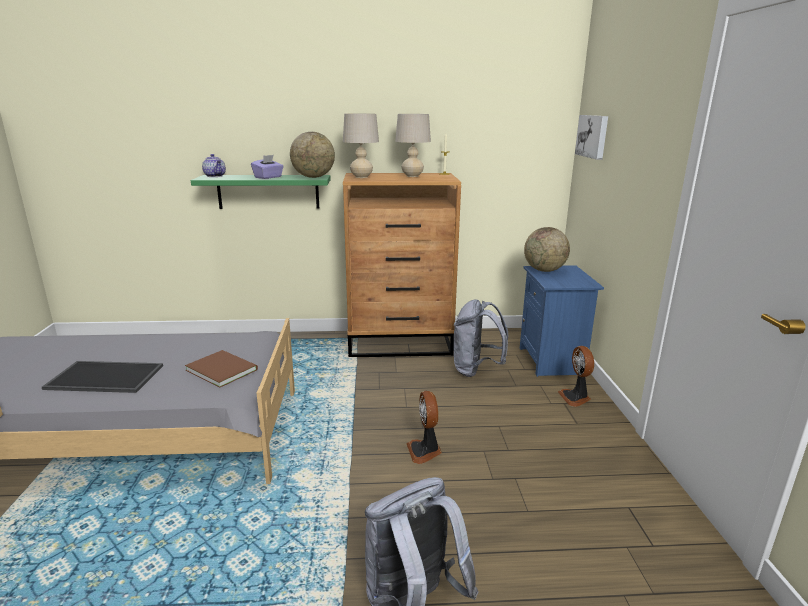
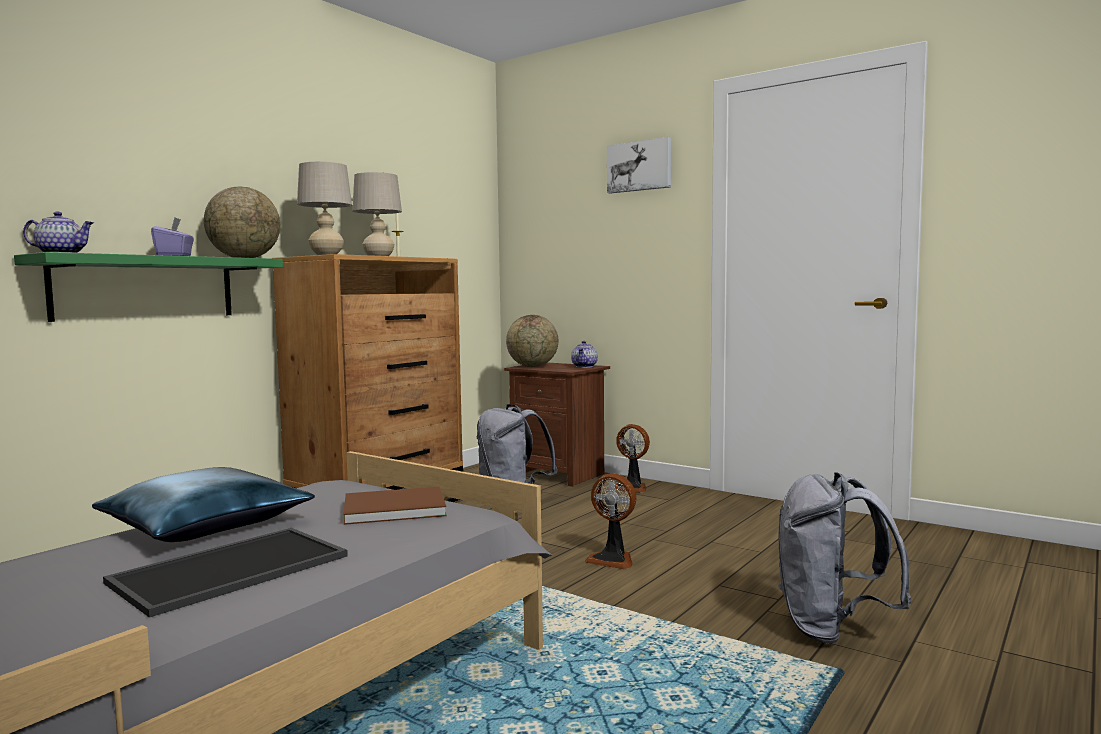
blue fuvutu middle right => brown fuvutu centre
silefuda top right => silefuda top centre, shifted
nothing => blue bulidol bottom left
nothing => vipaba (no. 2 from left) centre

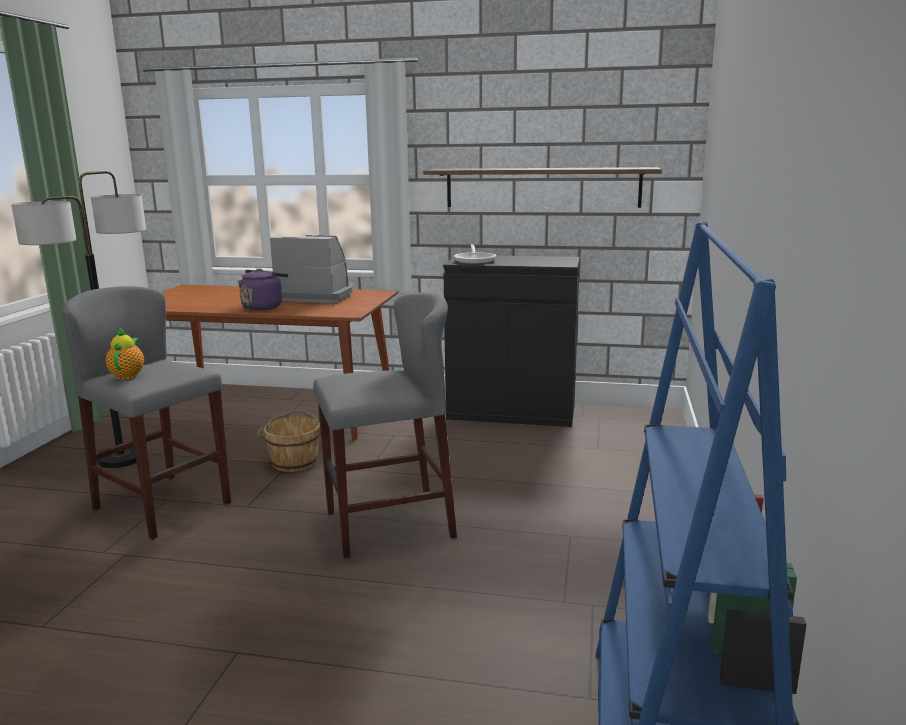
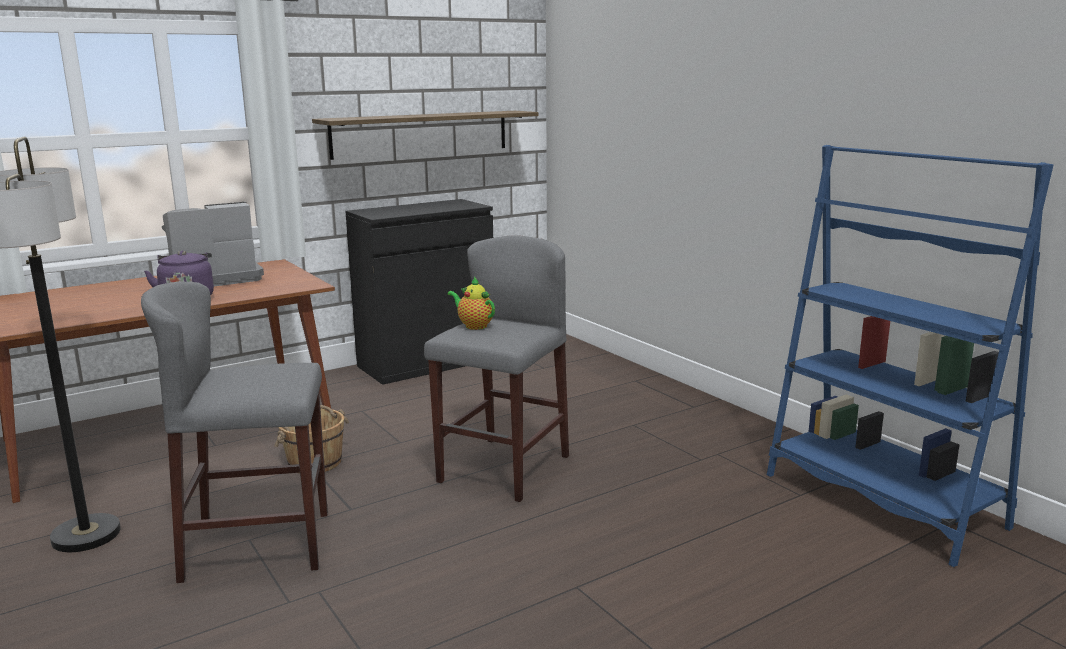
vipaba middle left => vipaba centre, shifted
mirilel centre => nothing

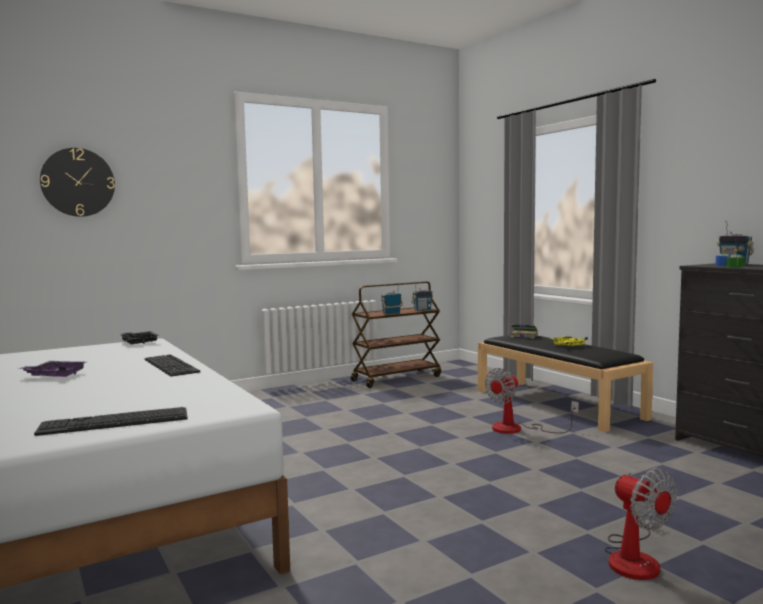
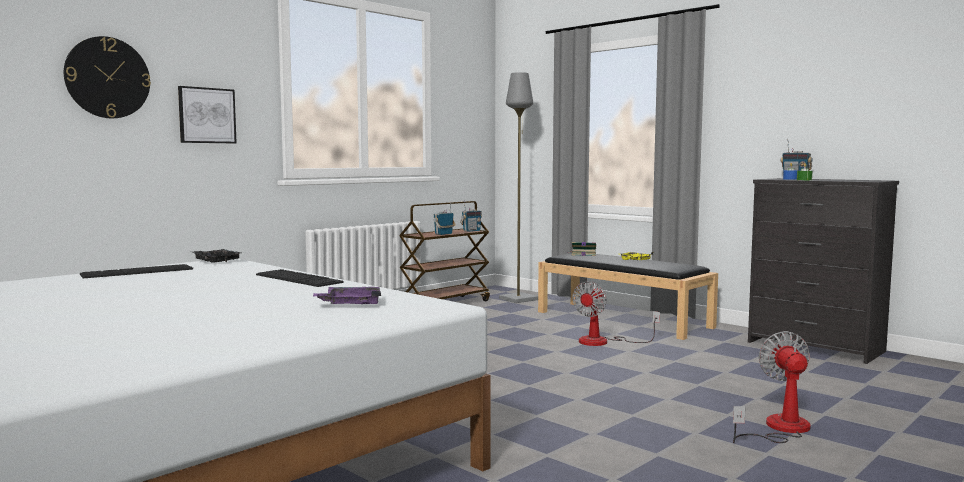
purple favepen middle left => purple favepen centre, shifted
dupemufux (no. 1 from left) bottom left => dupemufux (no. 1 from left) middle left, shifted
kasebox (no. 2 from left) bottom right, 135 degrees counterclockwise
nothing => silefuda top left
nothing => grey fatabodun centre

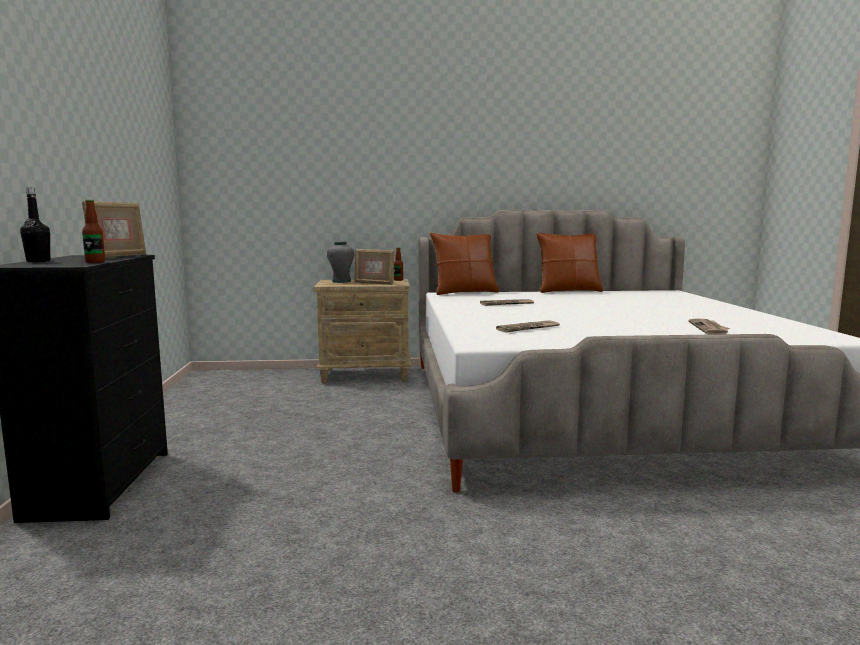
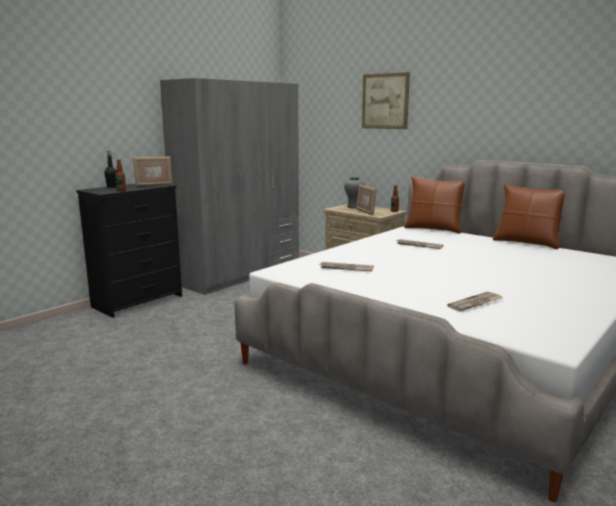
nothing => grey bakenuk centre
nothing => silefuda top centre

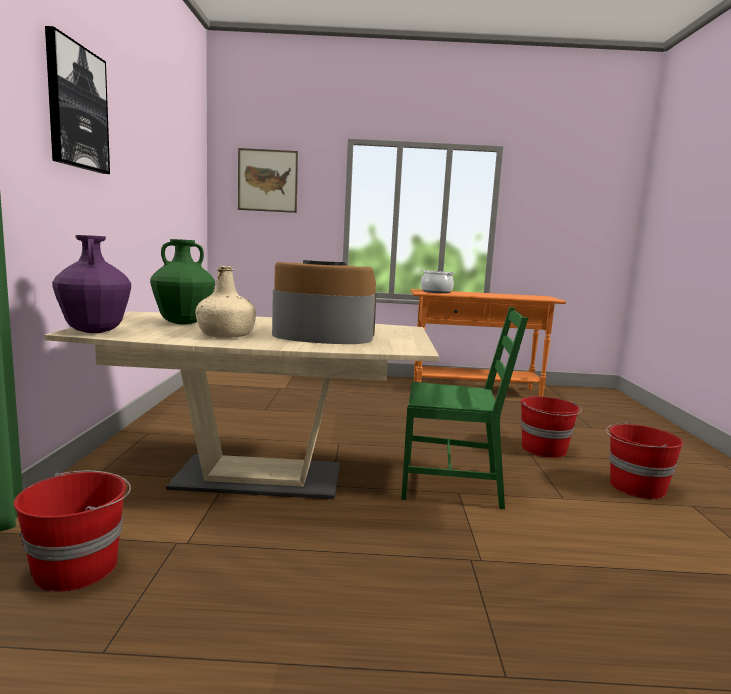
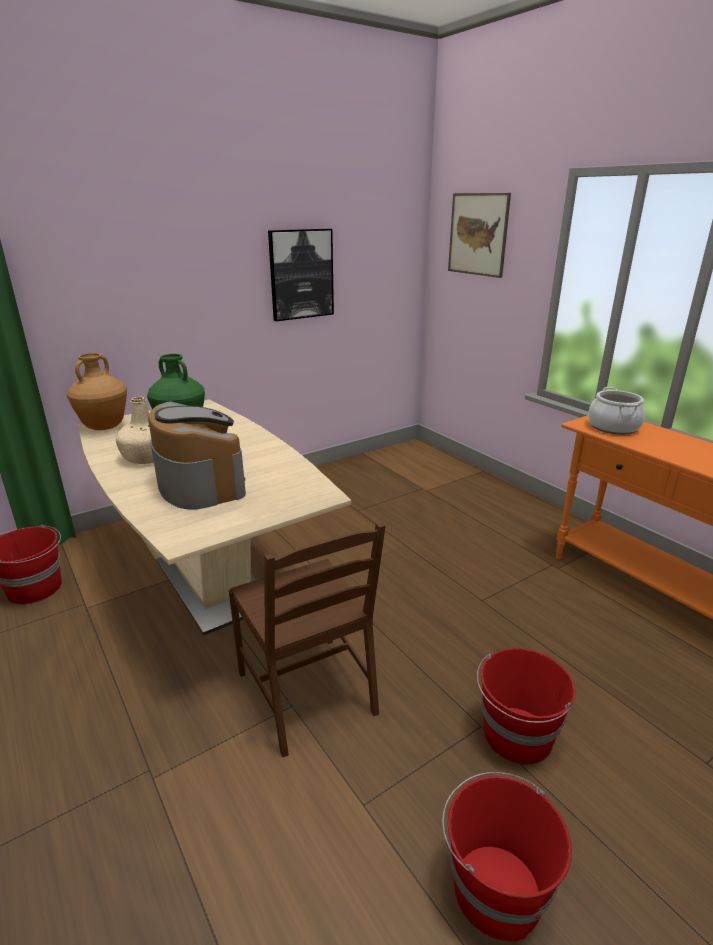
silefuda (no. 1 from left) top left => silefuda (no. 1 from left) top centre, shifted
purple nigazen middle left => brown nigazen middle left
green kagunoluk centre => brown kagunoluk bottom centre

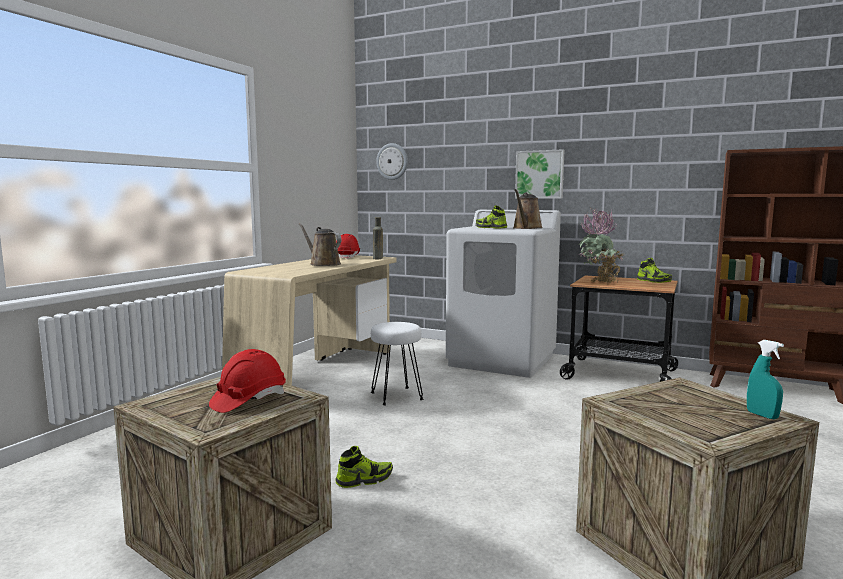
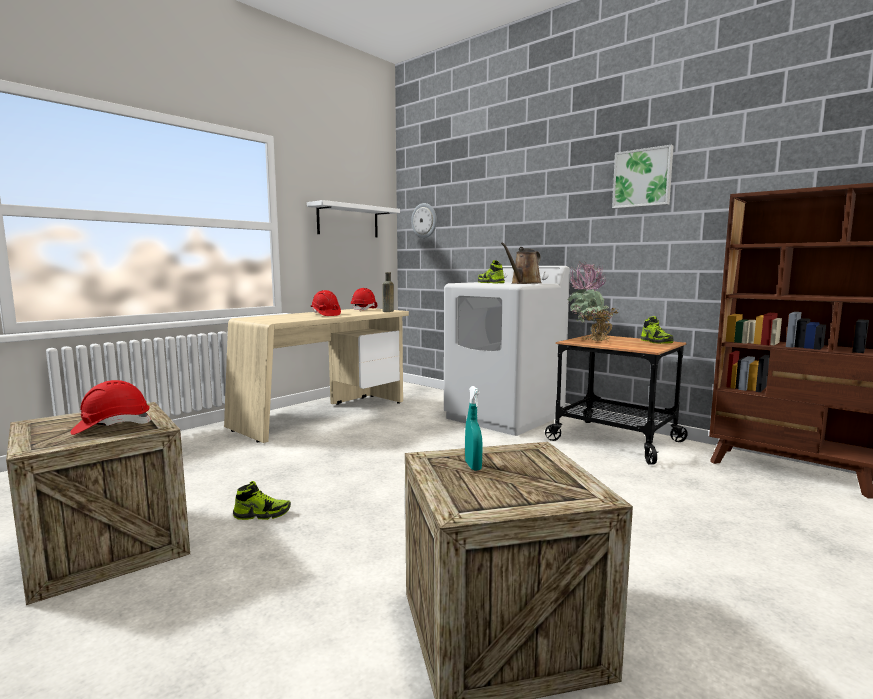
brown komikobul (no. 1 from left) centre => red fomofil (no. 2 from left) centre
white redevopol centre => nothing
silefuda top centre => silefuda top right, shifted
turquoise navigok middle right => turquoise navigok centre, shifted
nothing => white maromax top centre

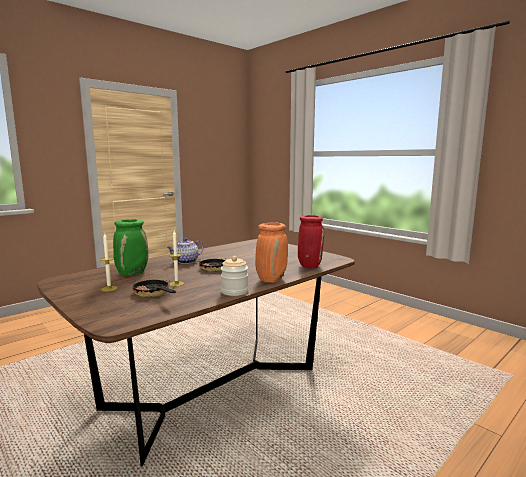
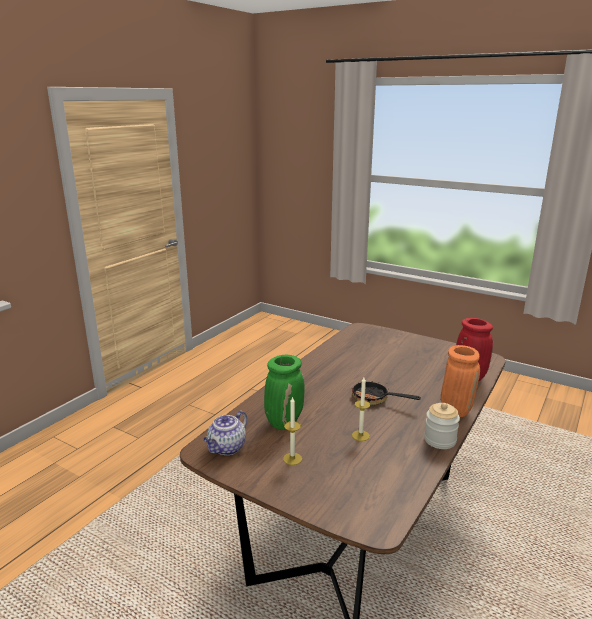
mirilel (no. 1 from left) middle left => nothing
vipaba centre => vipaba bottom centre, shifted

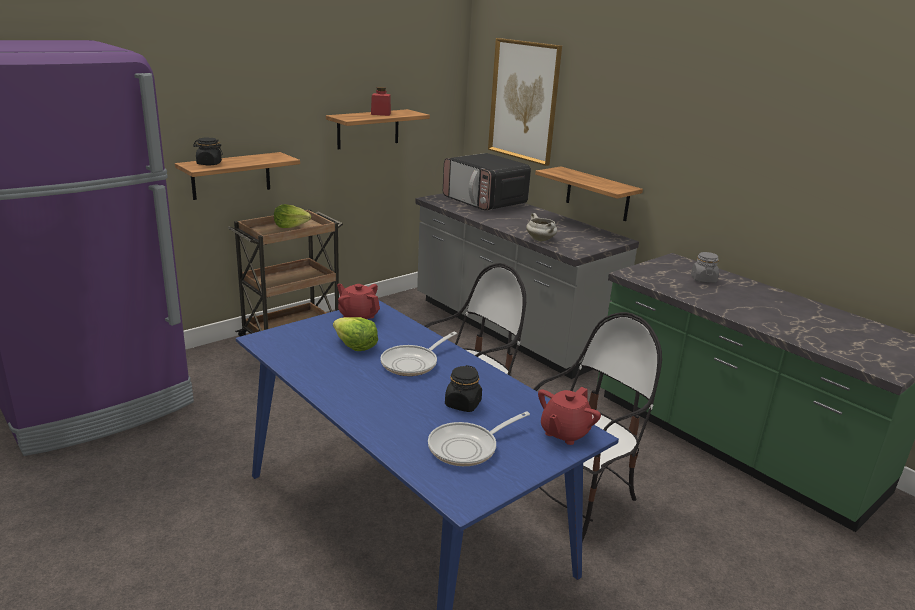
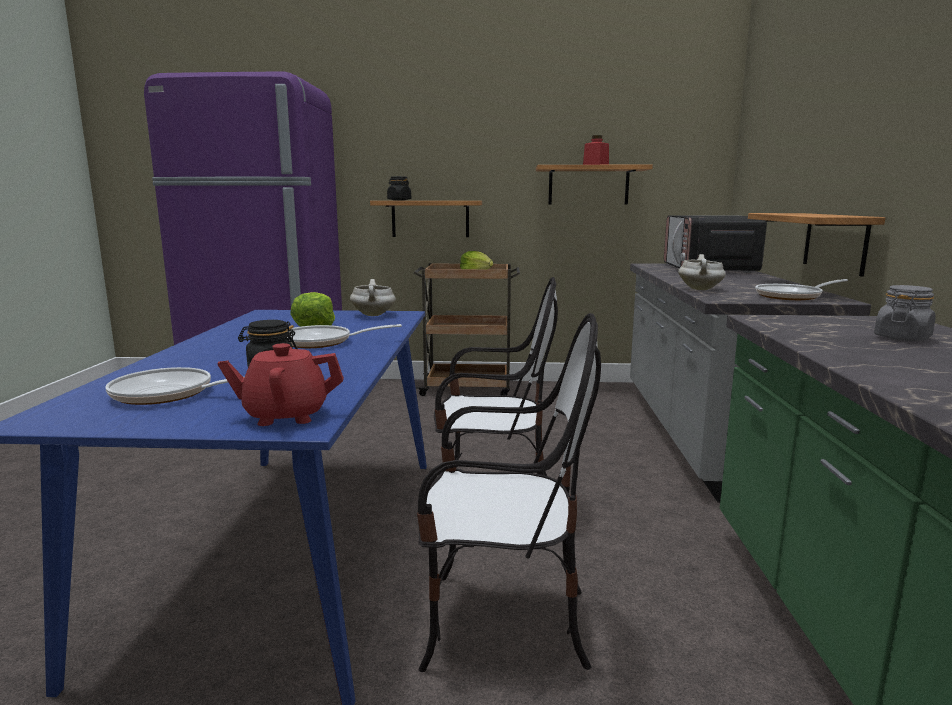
red vipaba (no. 1 from left) centre => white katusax (no. 1 from left) centre
silefuda top centre => nothing
nothing => mirilel (no. 3 from left) middle right

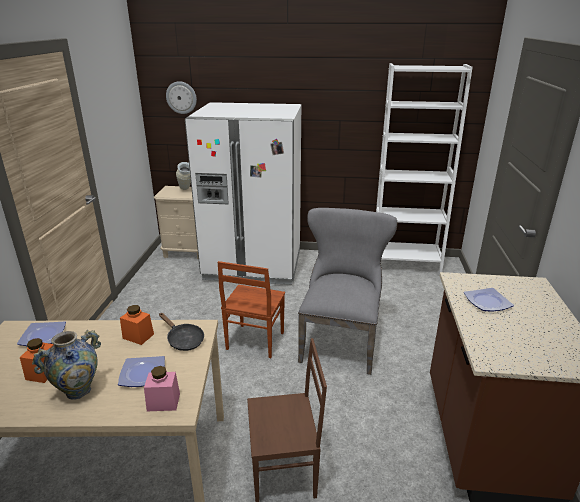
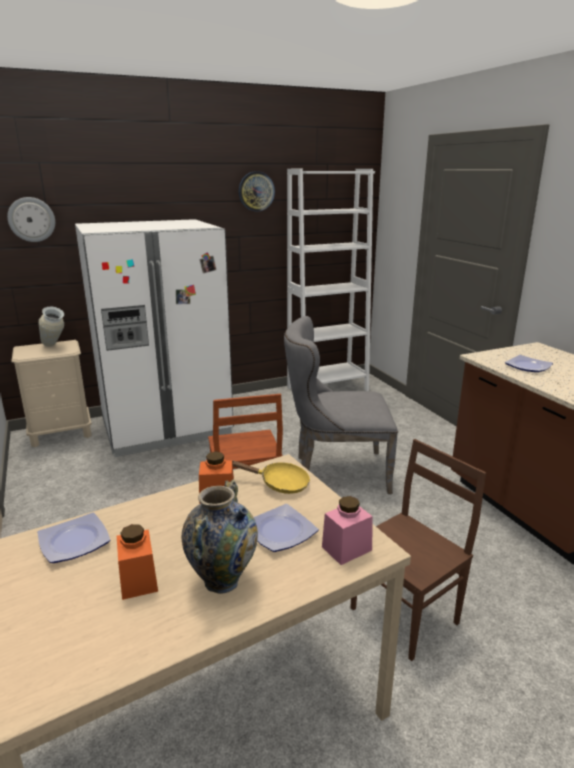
black mirilel middle left => yellow mirilel centre
grey kagunoluk centre, 75 degrees counterclockwise
nothing => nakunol (no. 2 from left) top centre

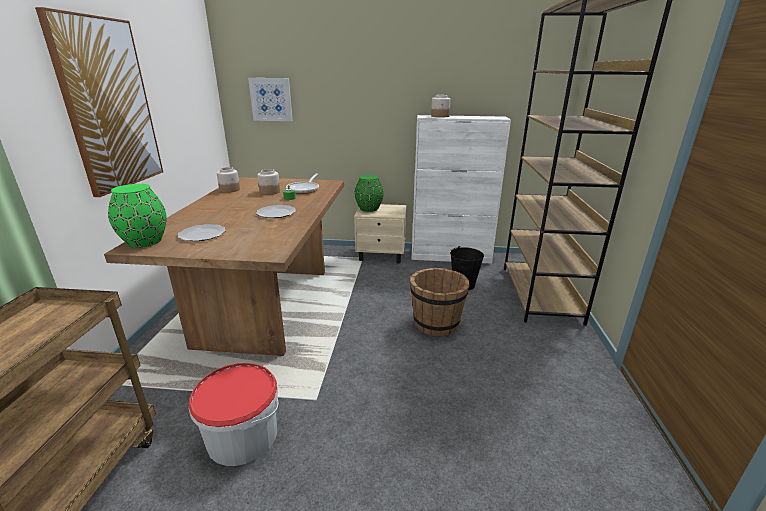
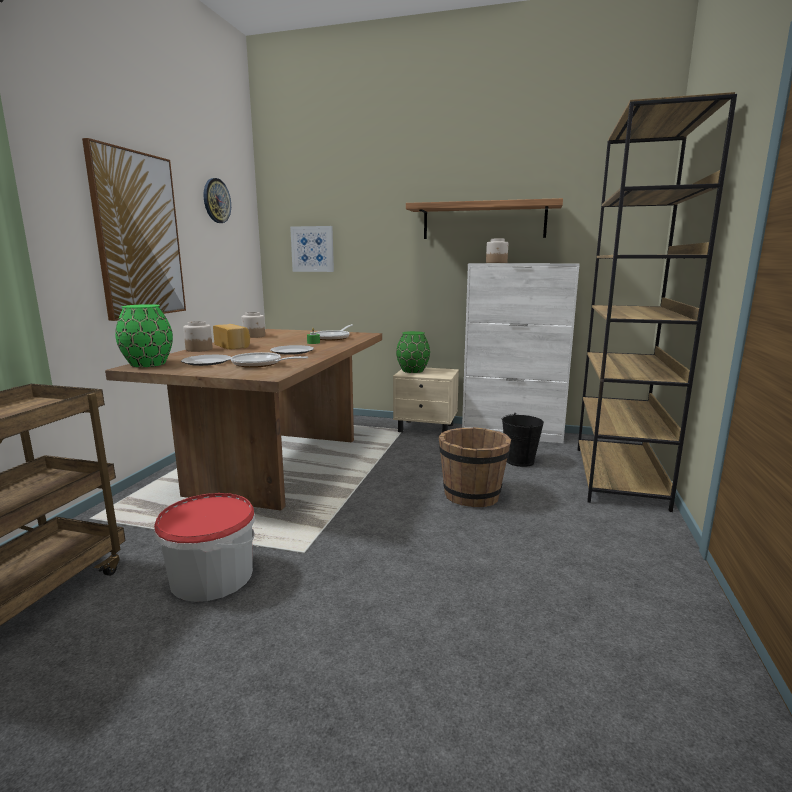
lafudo (no. 2 from left in the first image) centre => lafudo (no. 1 from left) middle left, shifted
nothing => nakunol top left
nothing => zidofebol middle left
nothing => mirilel (no. 1 from left) centre
nothing => maromax top centre

